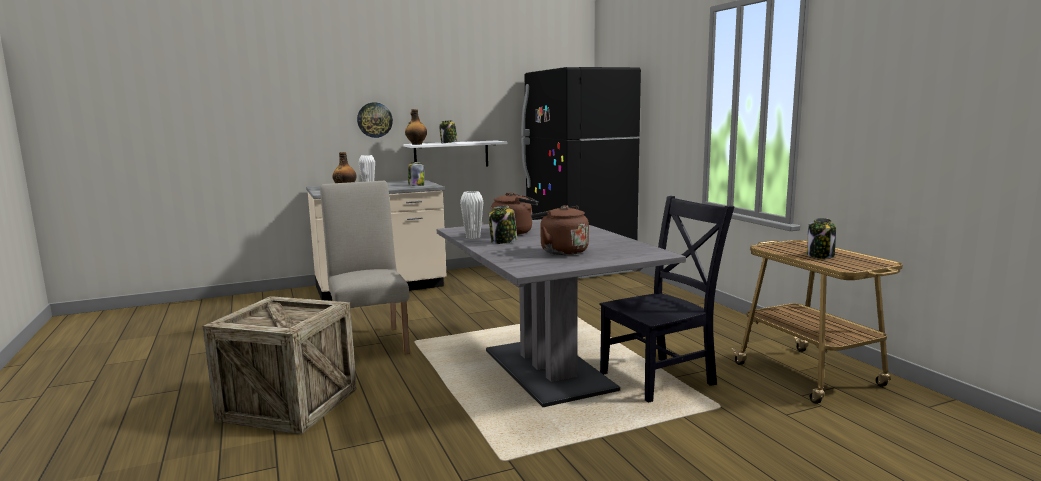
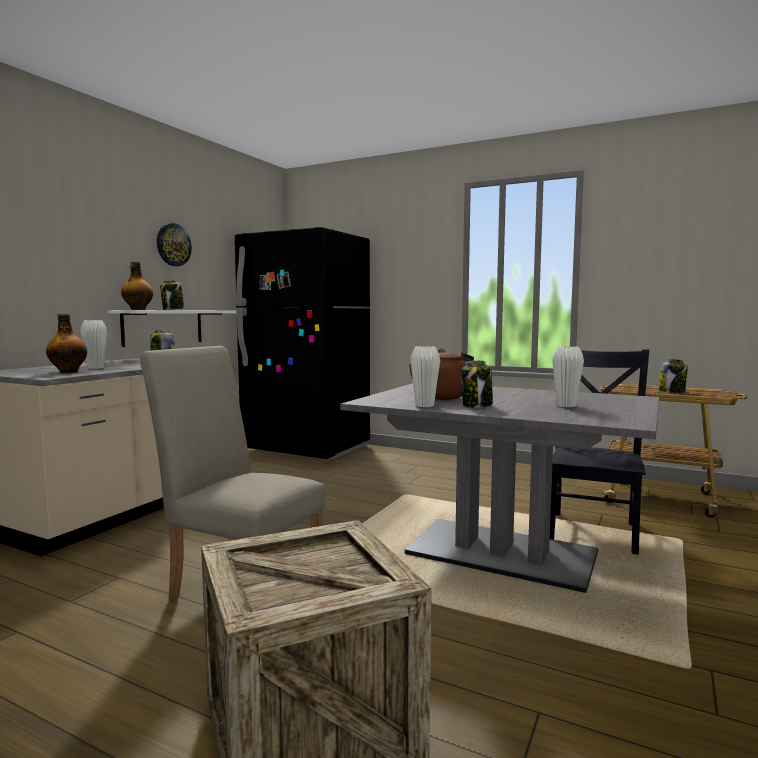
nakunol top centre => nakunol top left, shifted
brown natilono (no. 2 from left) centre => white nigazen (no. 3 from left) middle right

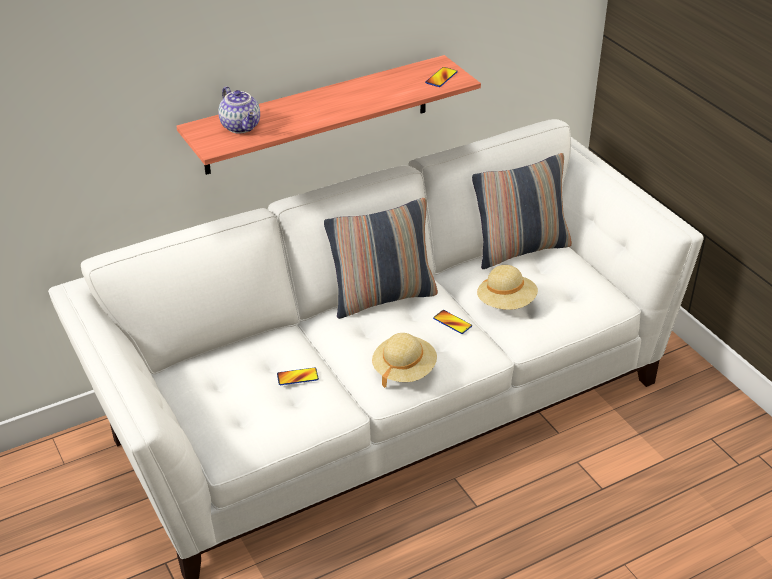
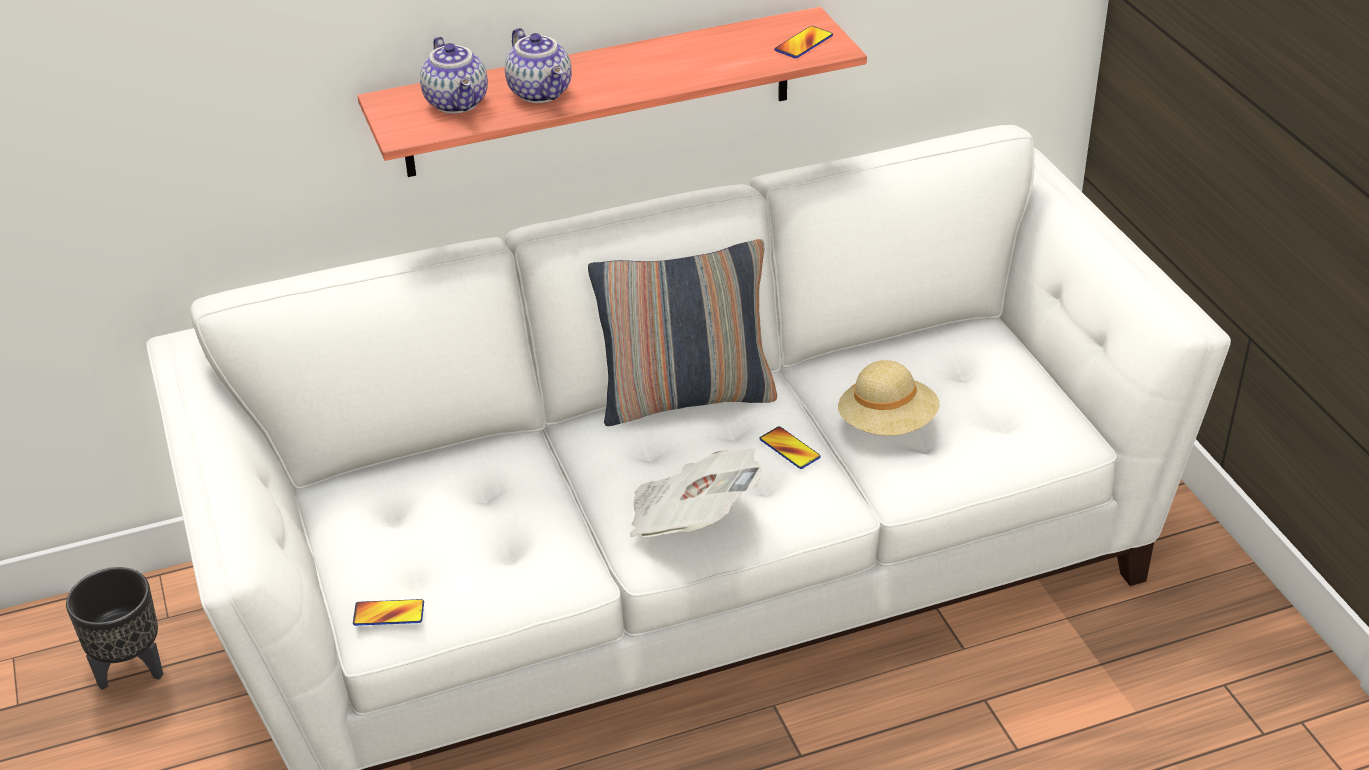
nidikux (no. 1 from left) centre => nidikux (no. 1 from left) bottom left, shifted
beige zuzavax (no. 1 from left) centre => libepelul centre
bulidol (no. 2 from left) middle right => nothing
nothing => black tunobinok bottom left
nothing => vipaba (no. 2 from left) top centre

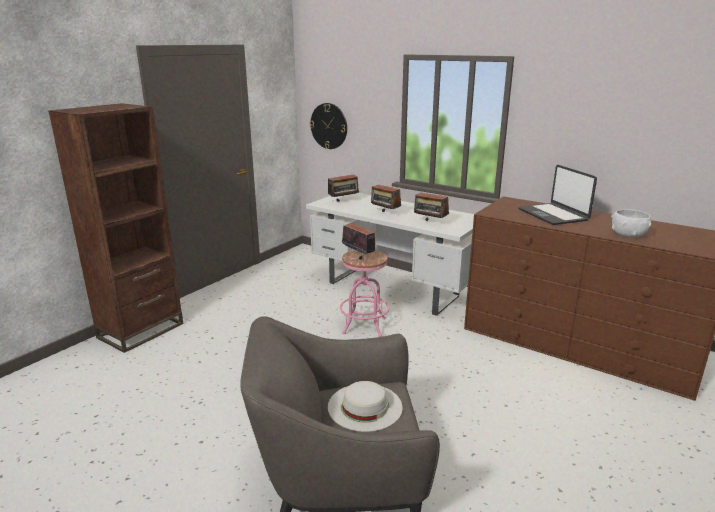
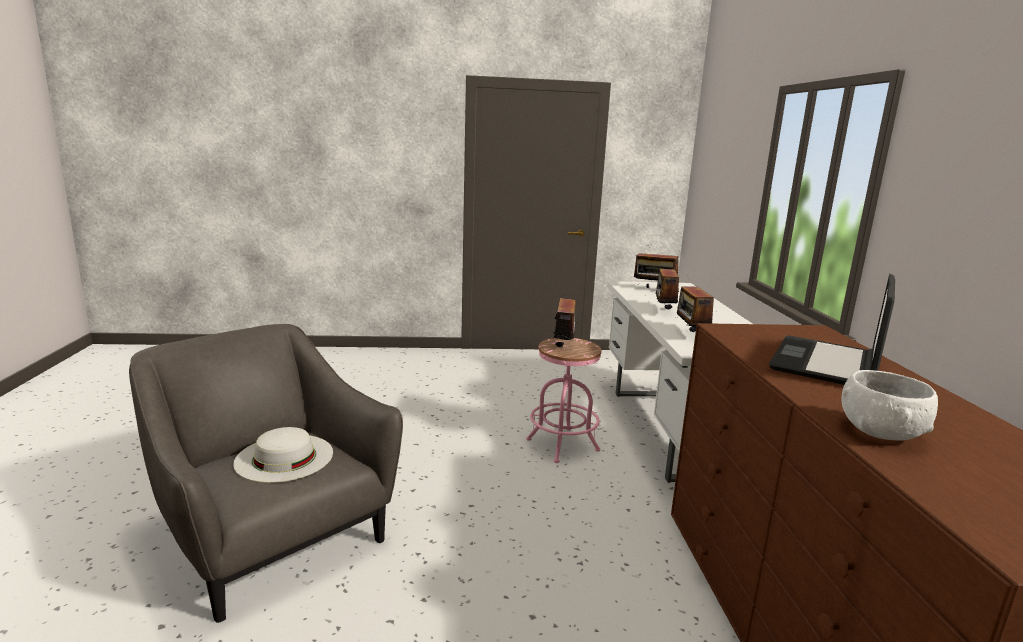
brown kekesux middle left => nothing
nakunol top centre => nothing

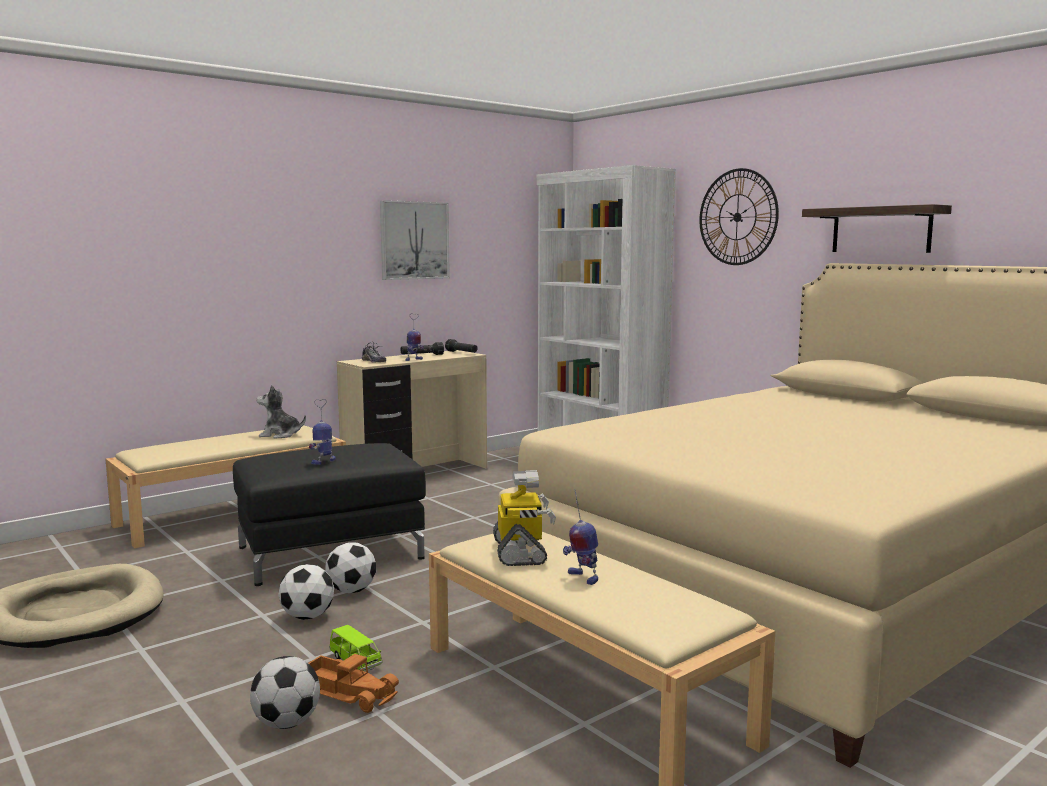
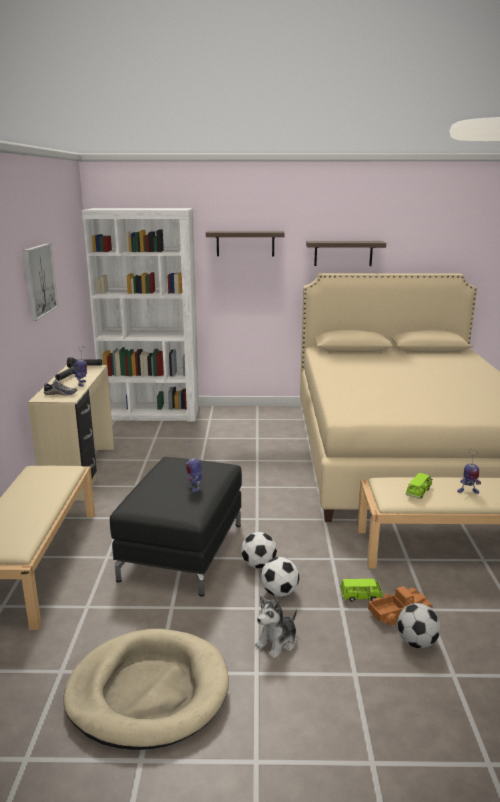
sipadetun middle left => sipadetun bottom centre, shifted
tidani (no. 3 from left) centre => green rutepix (no. 2 from left) middle right
nakunol top right => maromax (no. 1 from left) top centre

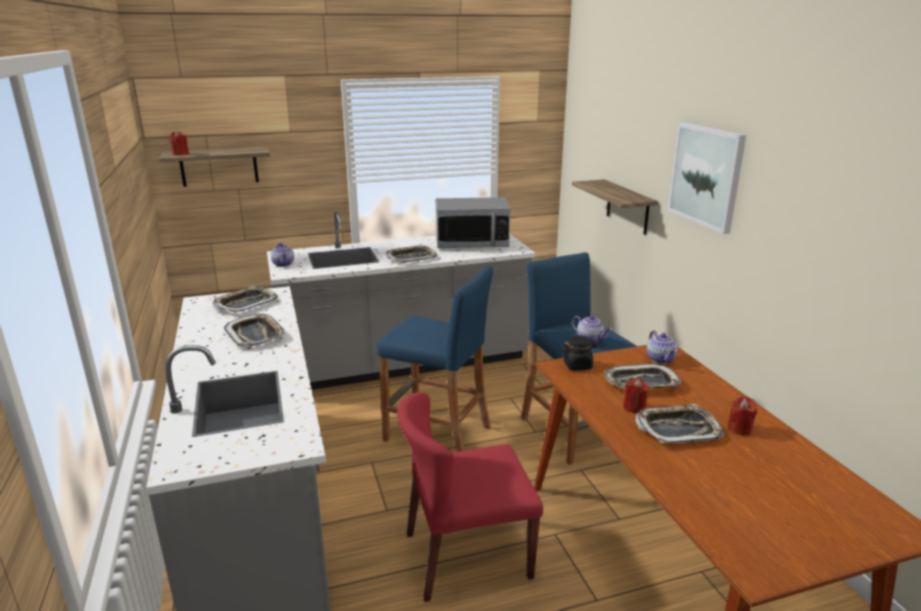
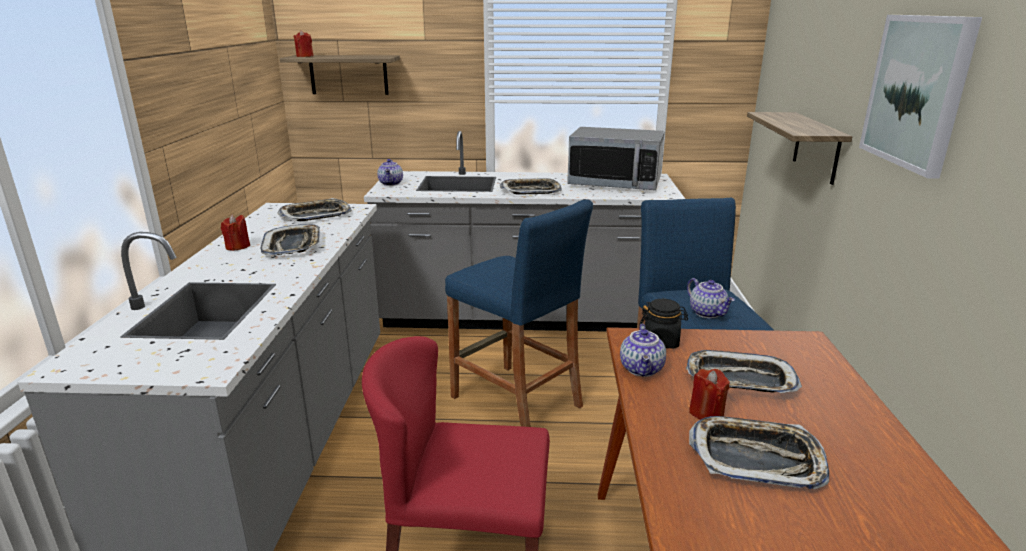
vipaba (no. 3 from left in the first image) middle right => vipaba (no. 2 from left) centre, shifted
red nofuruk (no. 3 from left in the first image) bottom right => red nofuruk (no. 1 from left) middle left, shifted

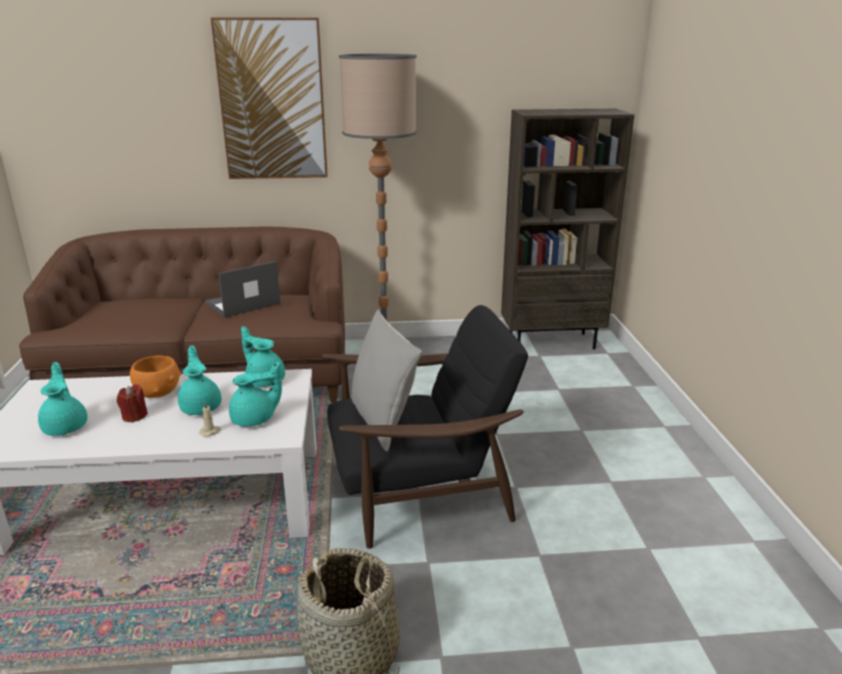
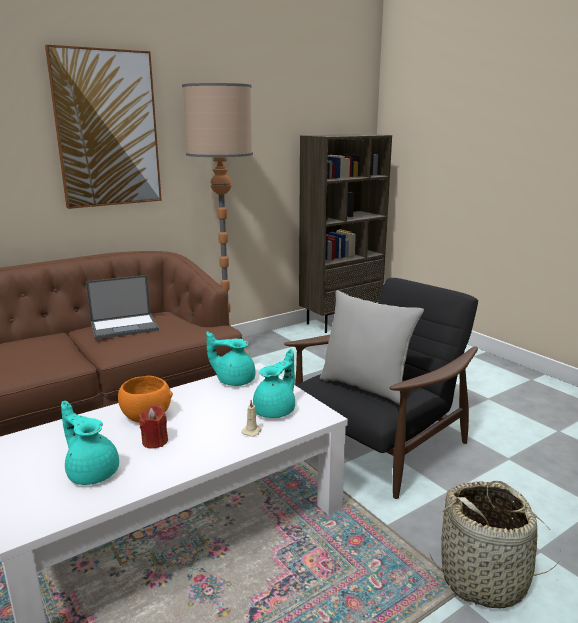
turquoise vipaba (no. 2 from left) middle left => nothing
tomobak middle left, 135 degrees counterclockwise

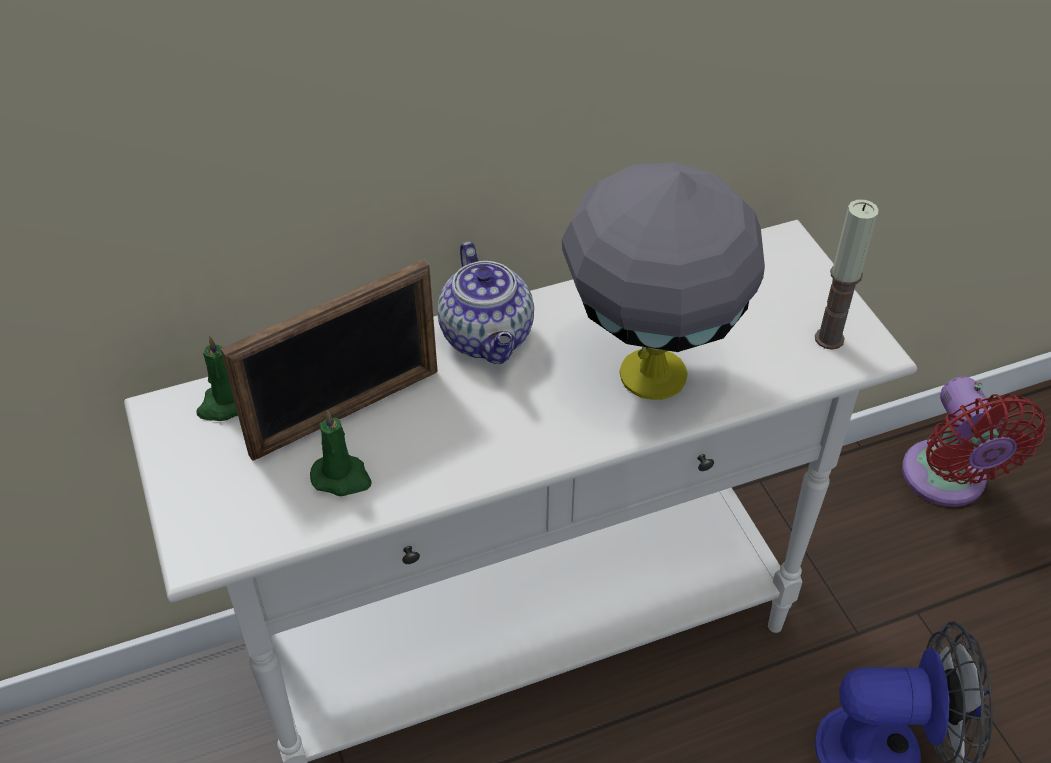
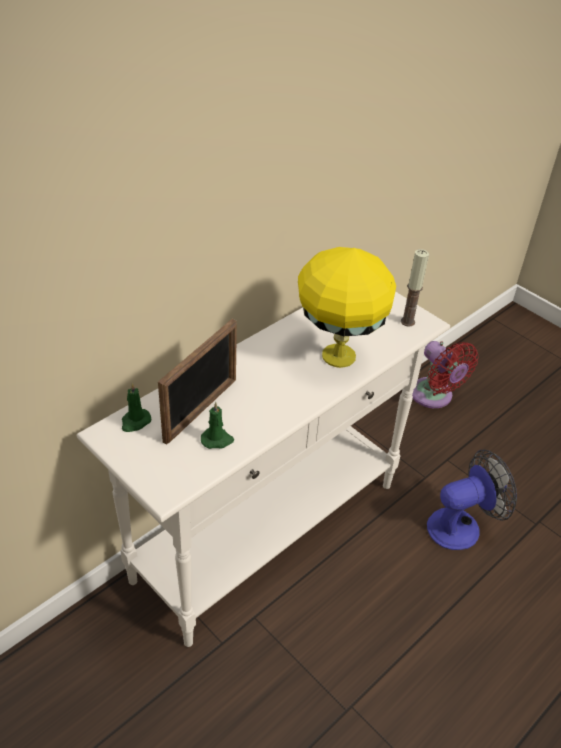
vipaba centre => nothing
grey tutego centre => yellow tutego centre

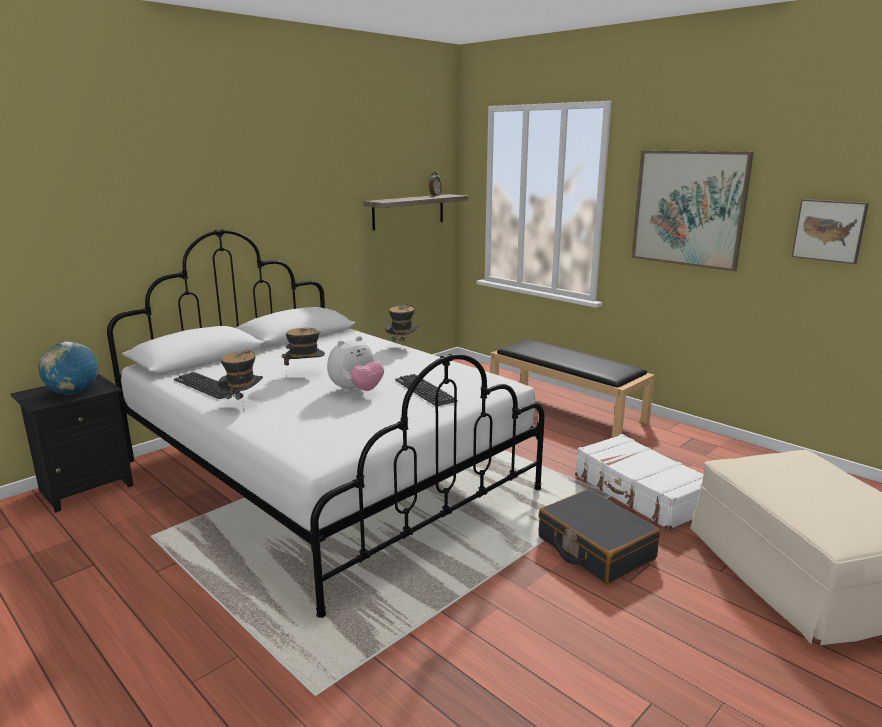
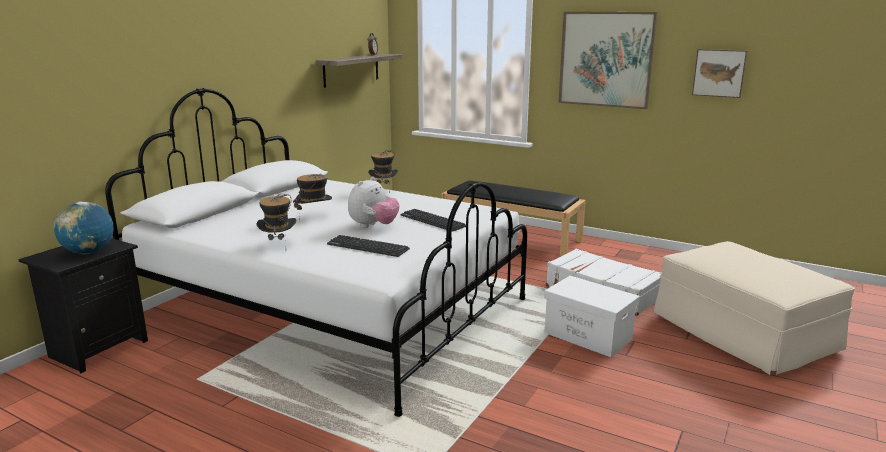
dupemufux (no. 1 from left) middle left => dupemufux (no. 1 from left) centre, shifted
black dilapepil bottom right => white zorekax bottom right

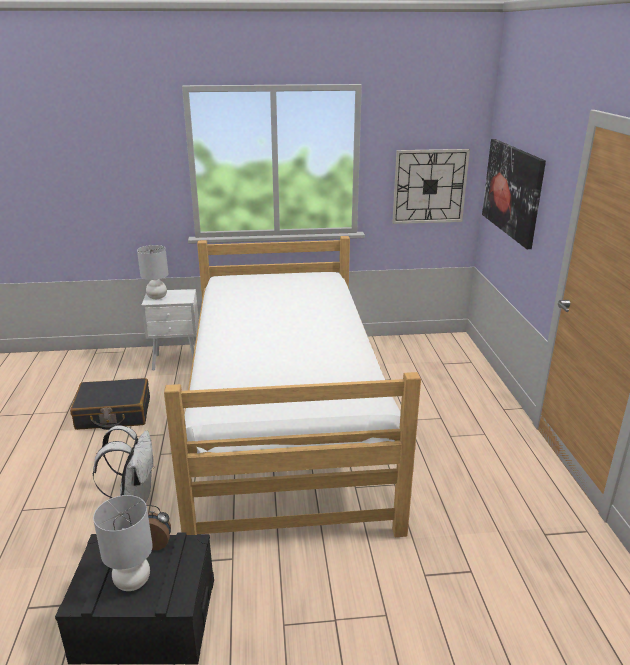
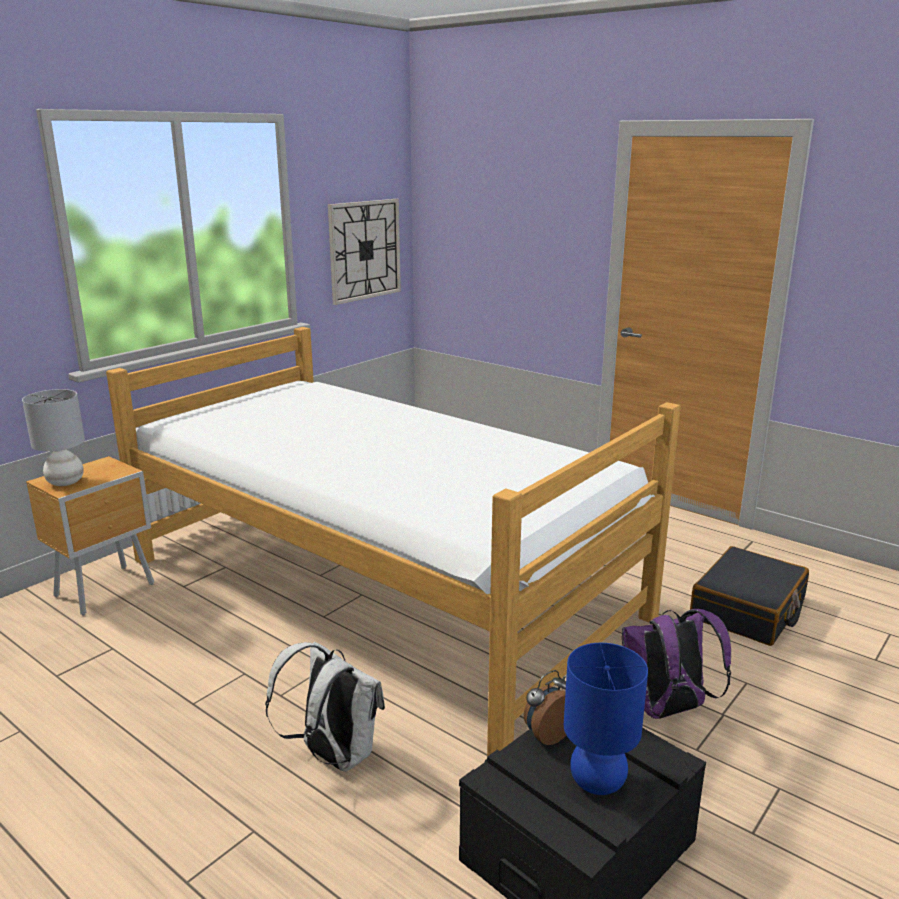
black dilapepil middle left => black dilapepil middle right, shifted
grey tutego (no. 1 from left) bottom left => blue tutego bottom right
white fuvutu middle left => brown fuvutu middle left
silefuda top right => nothing
nothing => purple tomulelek bottom right

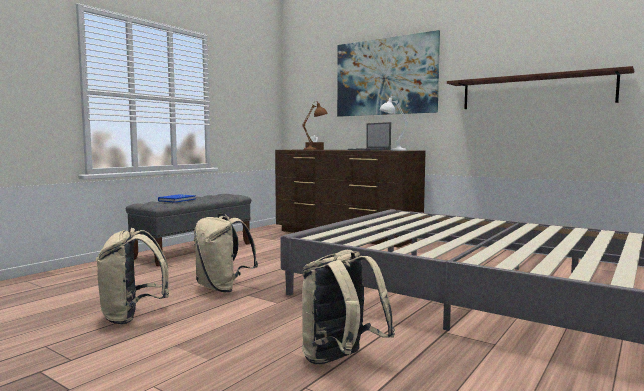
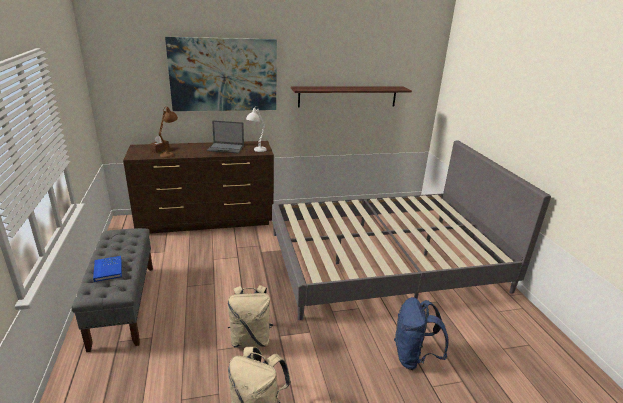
beige tomulelek (no. 3 from left) bottom centre => blue tomulelek bottom right

